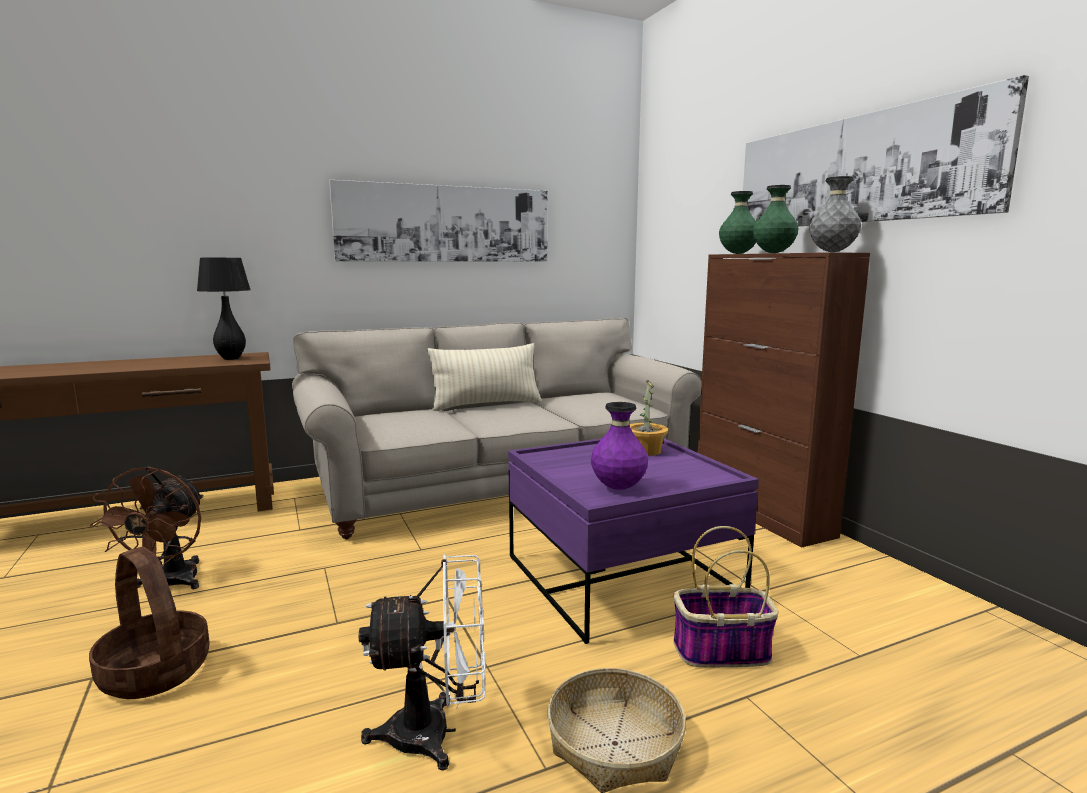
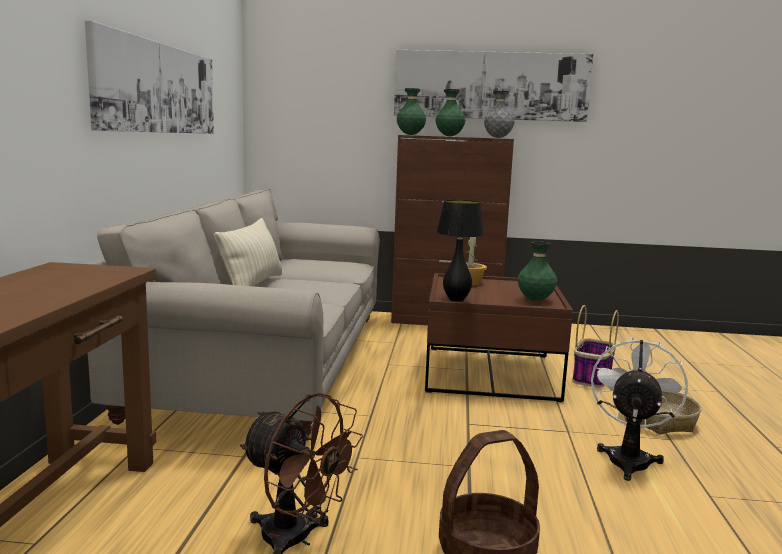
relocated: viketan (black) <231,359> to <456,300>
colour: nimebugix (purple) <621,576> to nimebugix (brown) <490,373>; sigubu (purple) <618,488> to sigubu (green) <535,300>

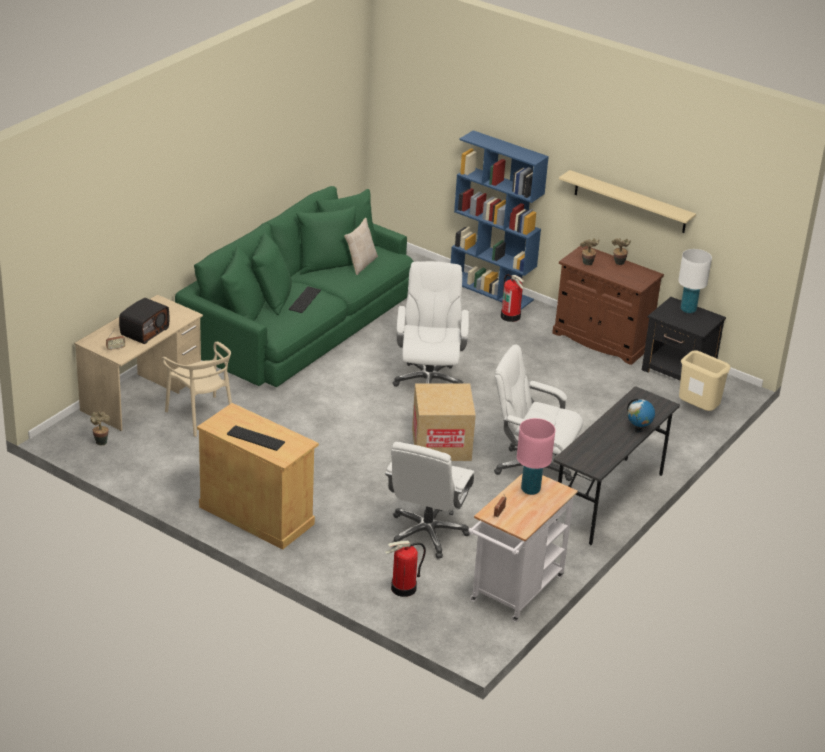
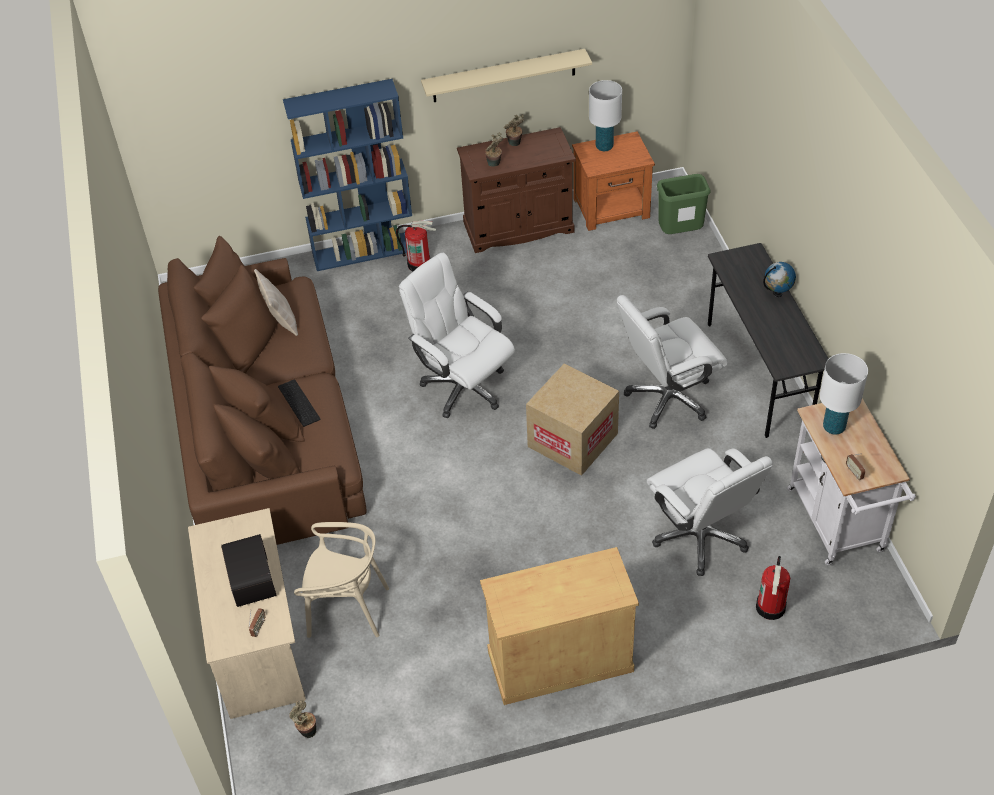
missing: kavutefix <254,438>
colour: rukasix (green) <299,323> to rukasix (brown) <266,427>; viketan (pink) <530,490> to viketan (white) <833,427>; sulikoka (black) <678,371> to sulikoka (orange) <612,208>; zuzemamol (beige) <698,410> to zuzemamol (green) <680,233>

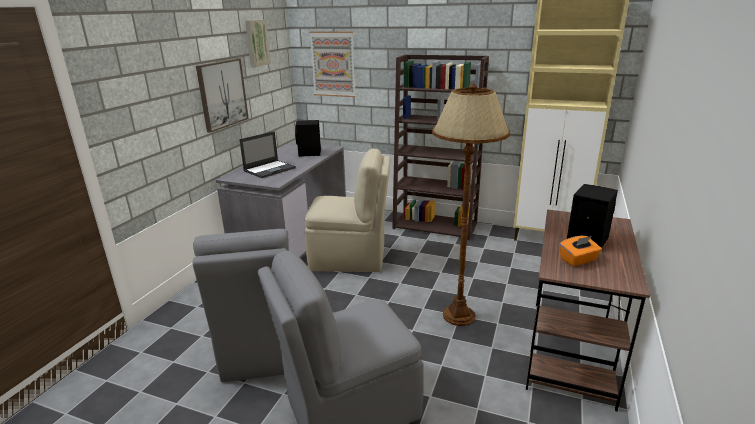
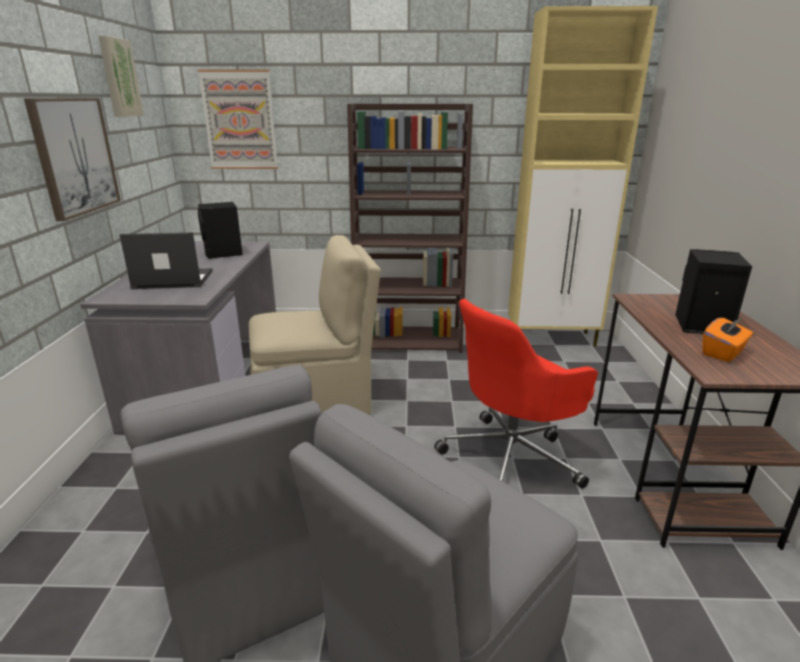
exchanged: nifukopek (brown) <459,315> to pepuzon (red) <512,457>
spun: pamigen <270,169> = <172,280> 120 degrees counterclockwise

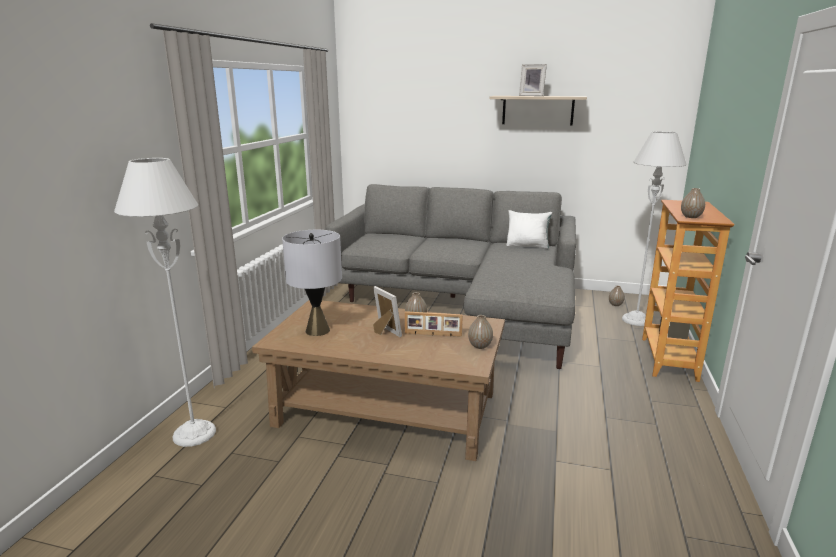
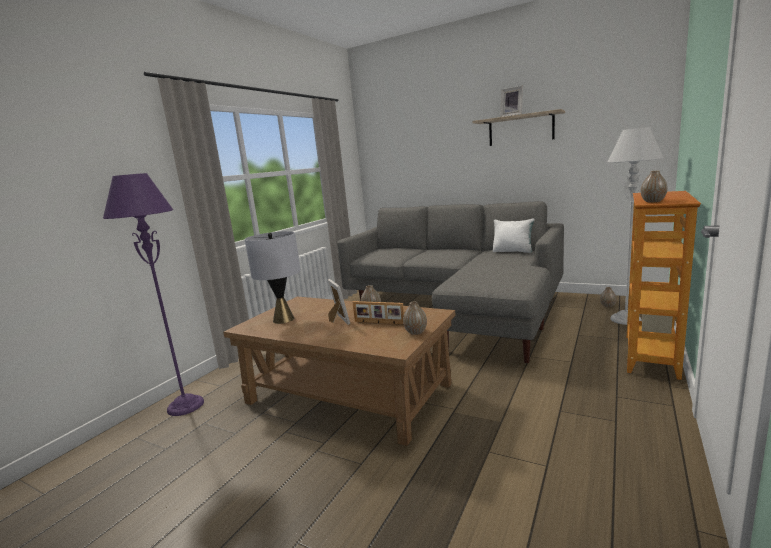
colour: nifukopek (grey) <194,433> to nifukopek (purple) <185,406>

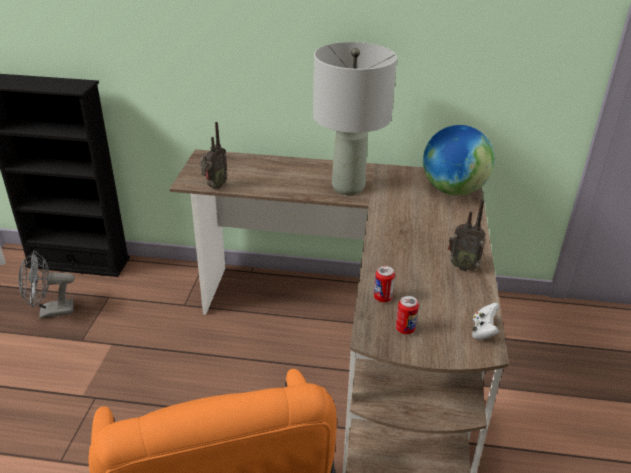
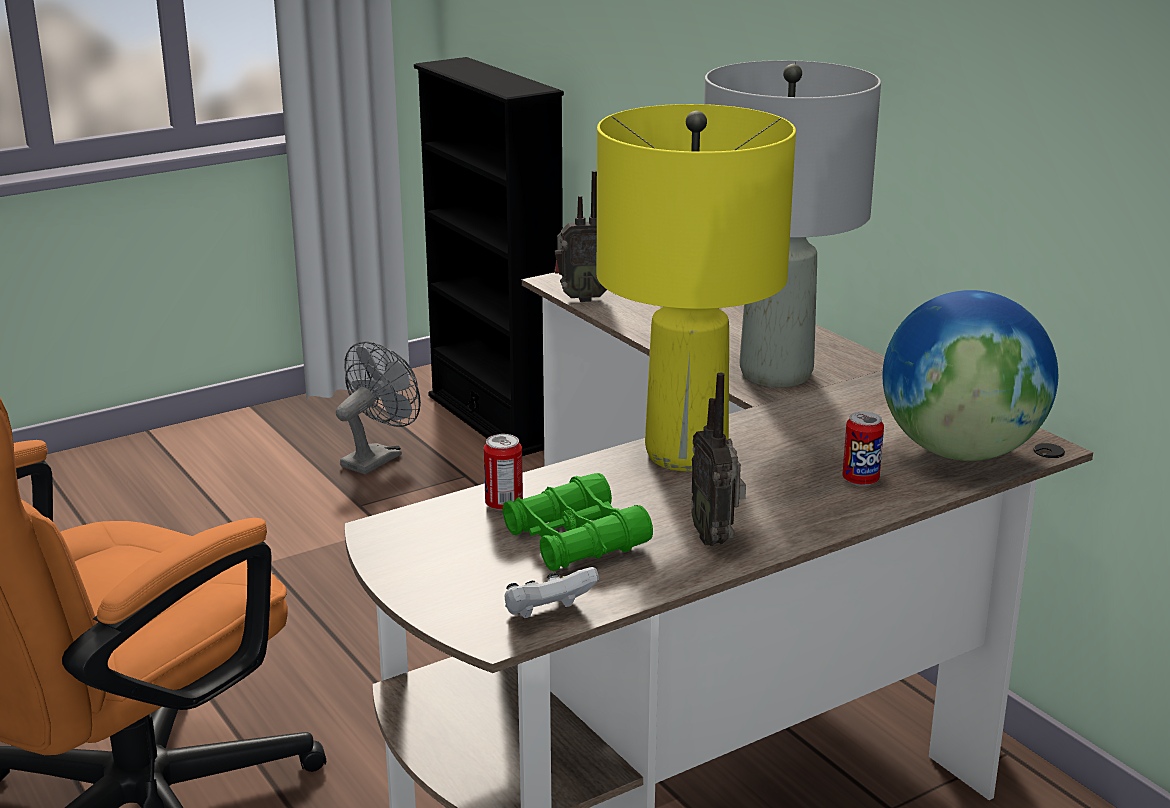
appeared: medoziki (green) <575,539>; viketan (yellow) <685,453>
relocated: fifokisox <405,329> to <860,480>
spun: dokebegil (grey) <50,312> = <377,457> 90 degrees clockwise

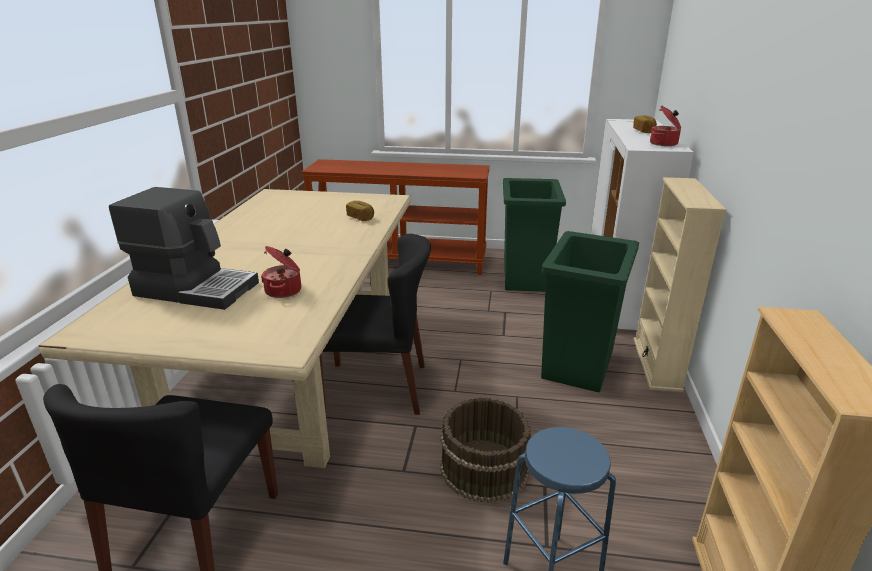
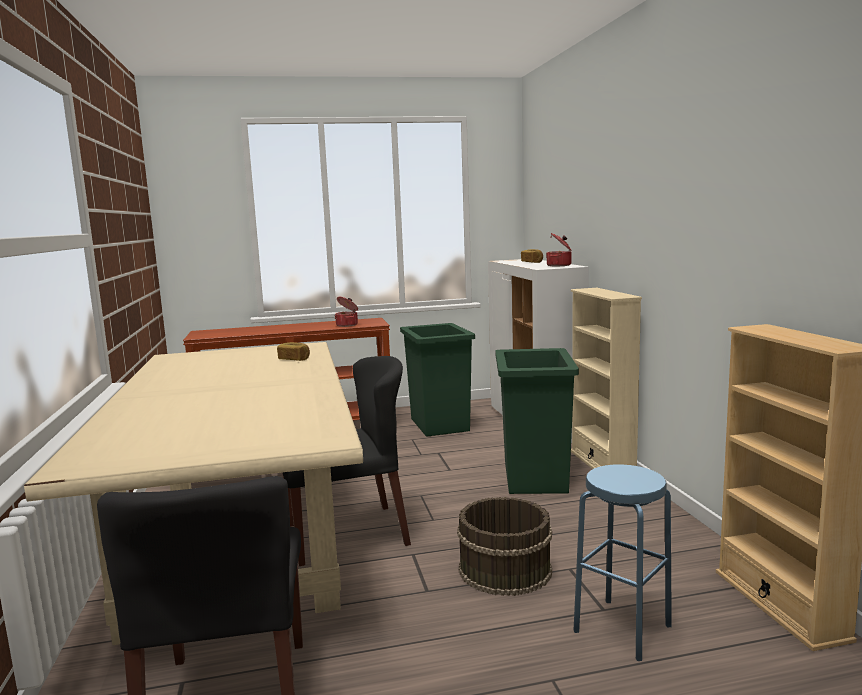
missing: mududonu <196,288>
relocated: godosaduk <284,291> to <347,325>

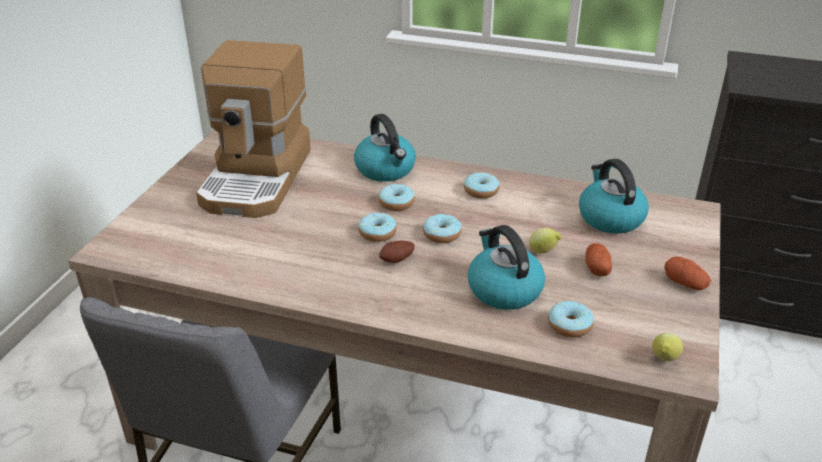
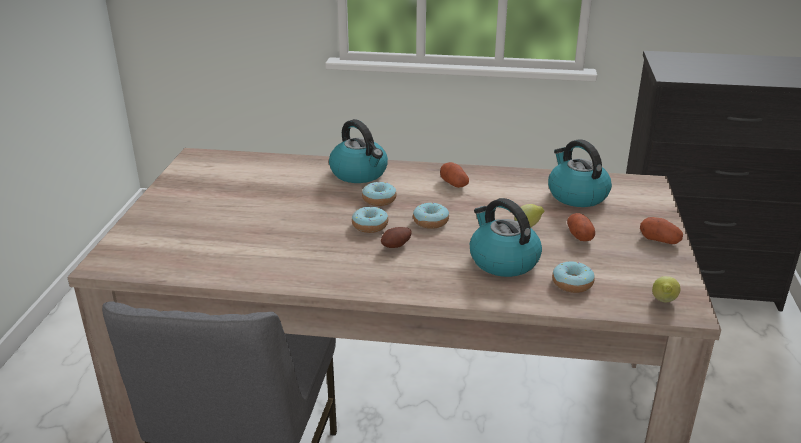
missing: mududonu <258,178>
exchanged: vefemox <481,191> to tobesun <454,184>

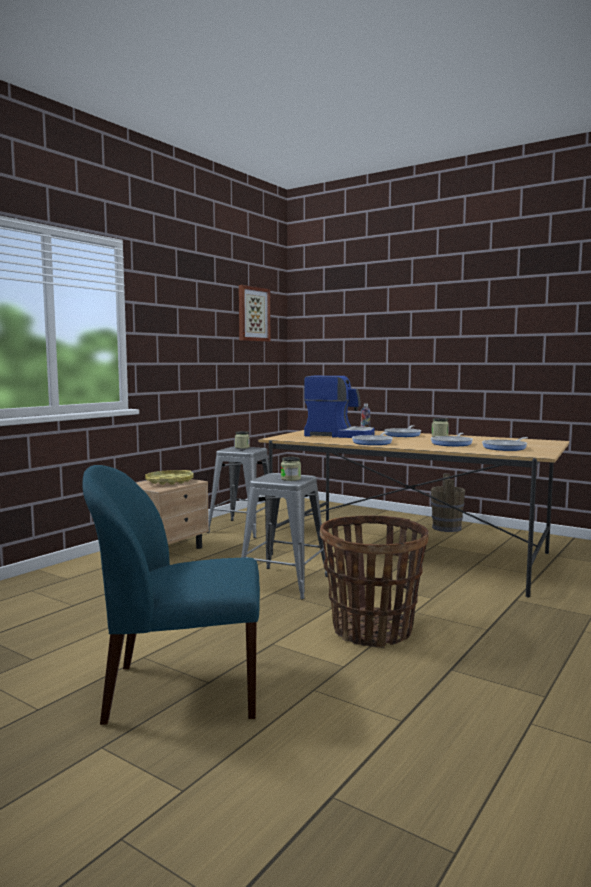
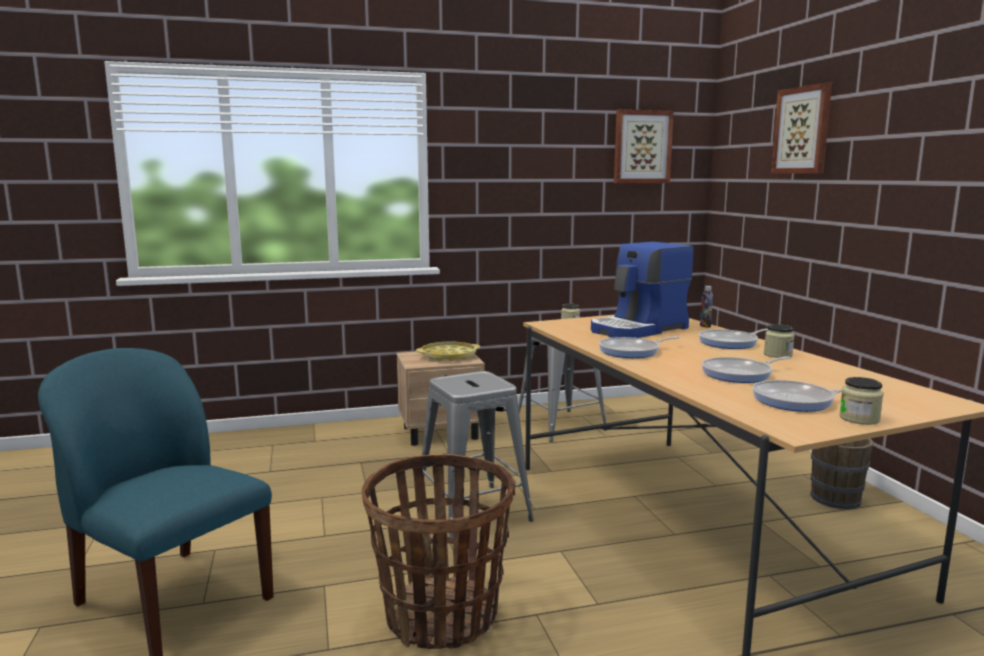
appeared: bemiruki <802,130>
relocated: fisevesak <290,479> to <859,418>
spun: mududonu <339,435> = <639,329> 90 degrees clockwise

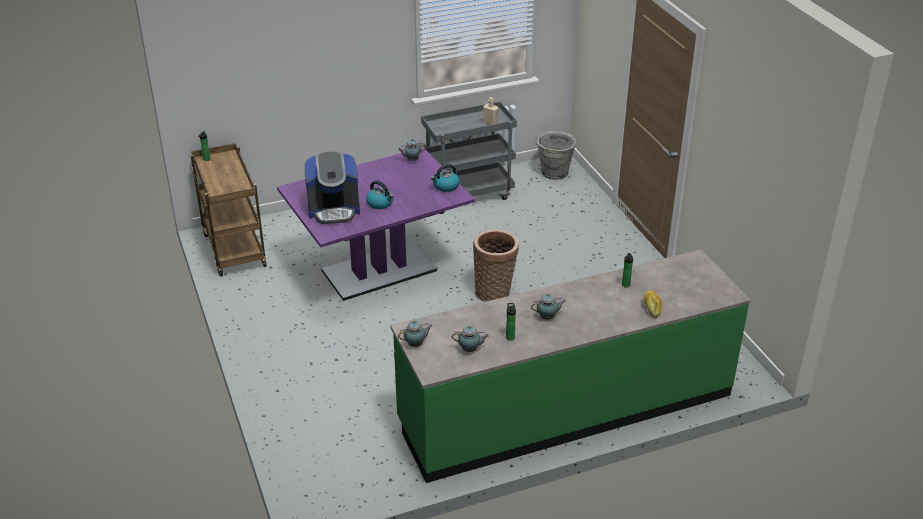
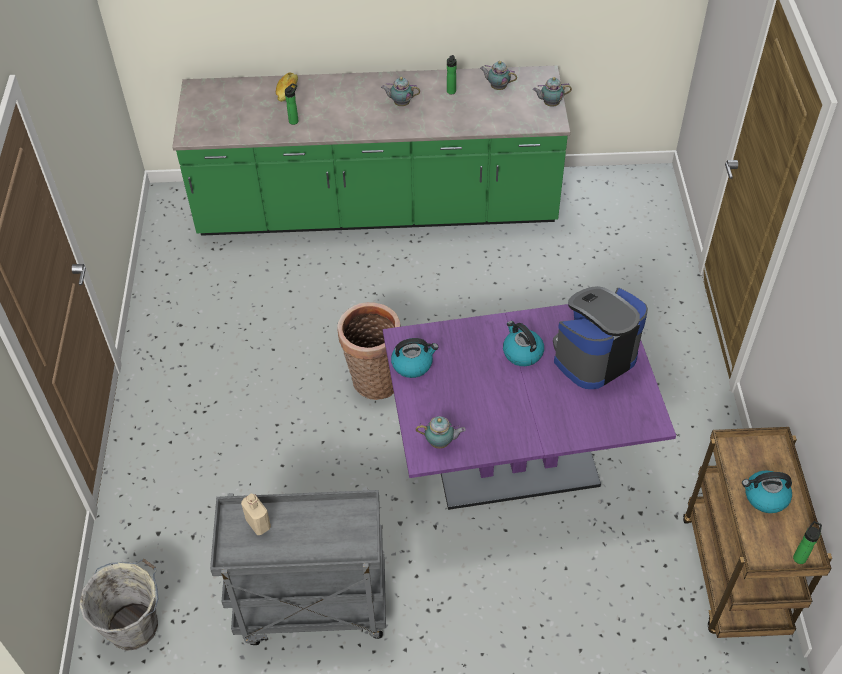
appeared: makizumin <765,497>
spun: mududonu <334,210> = <593,356> 45 degrees counterclockwise

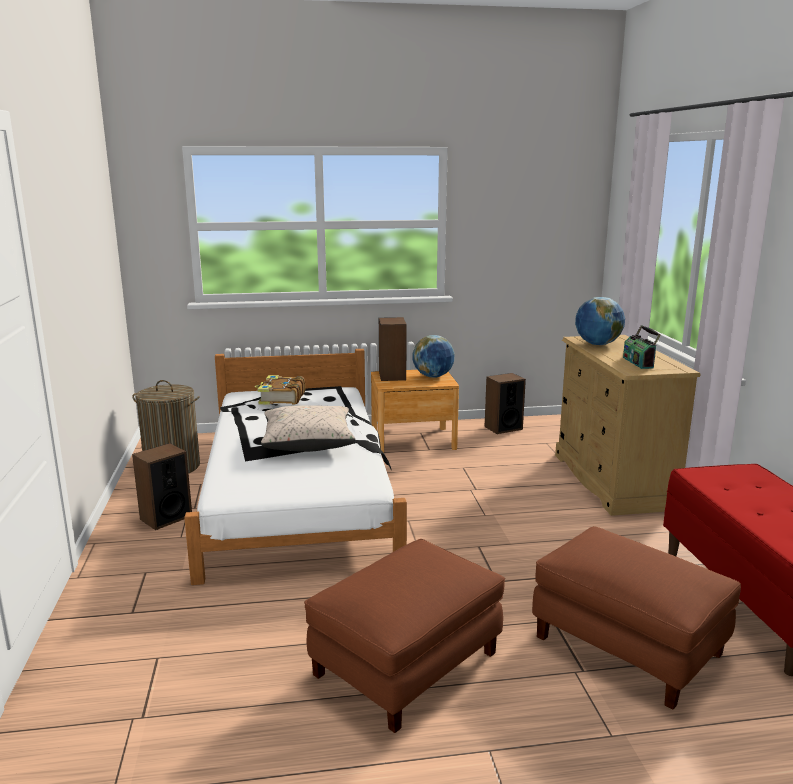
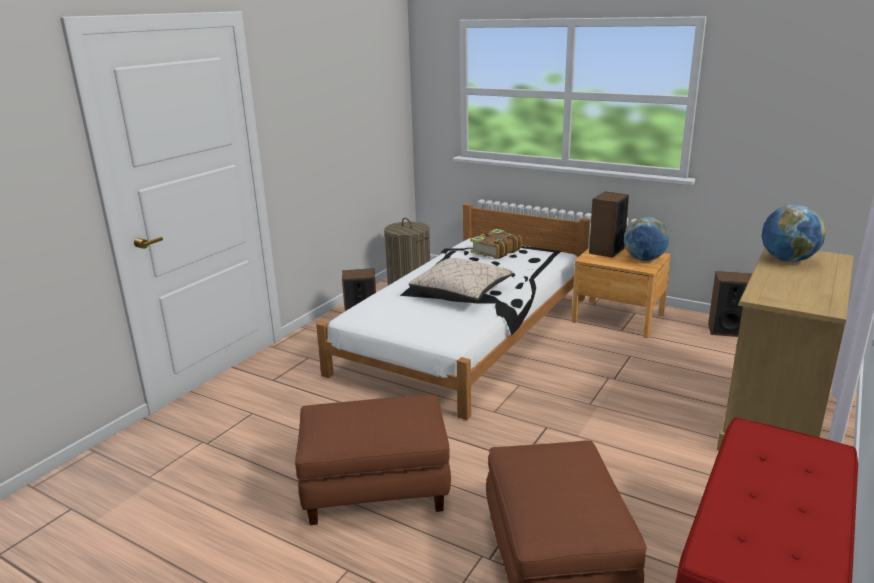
missing: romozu <639,362>

